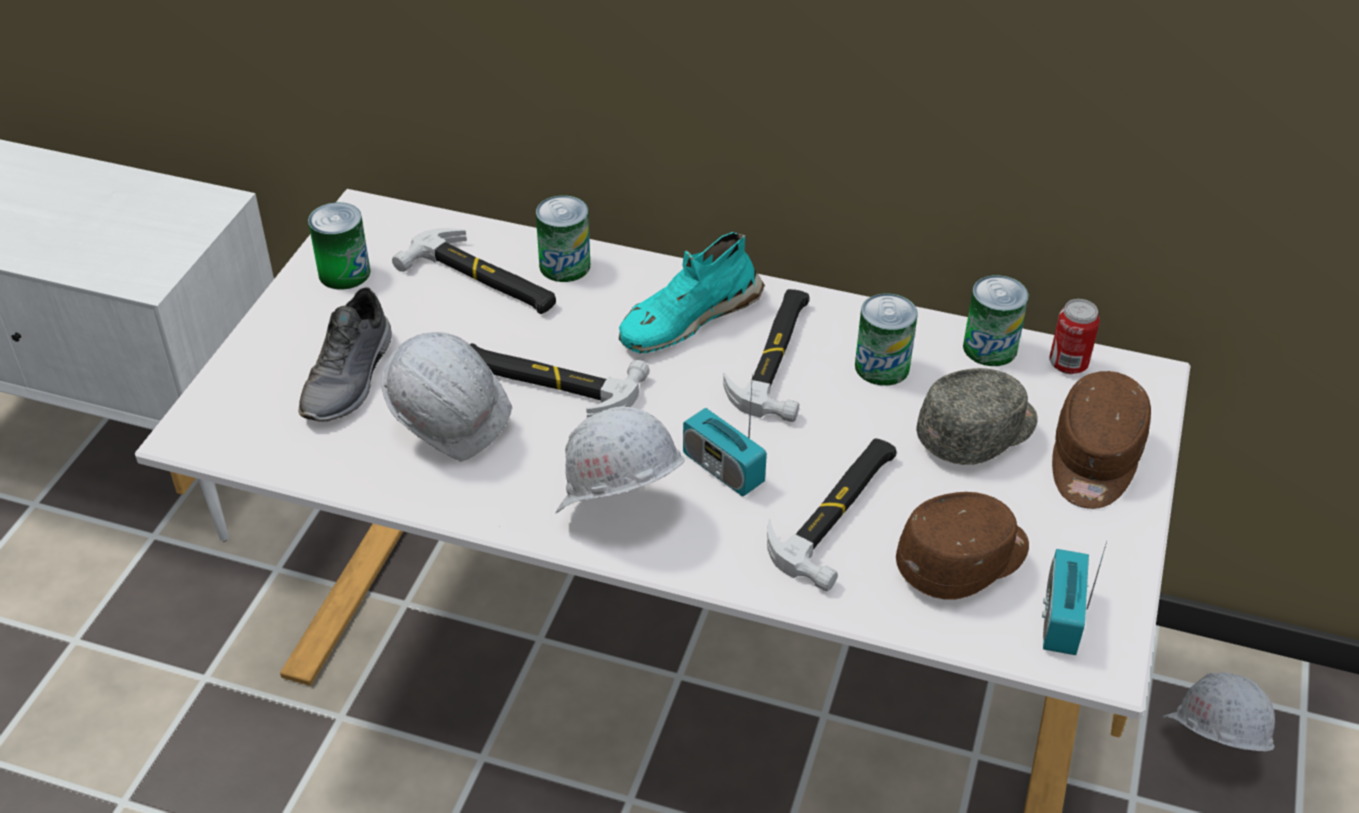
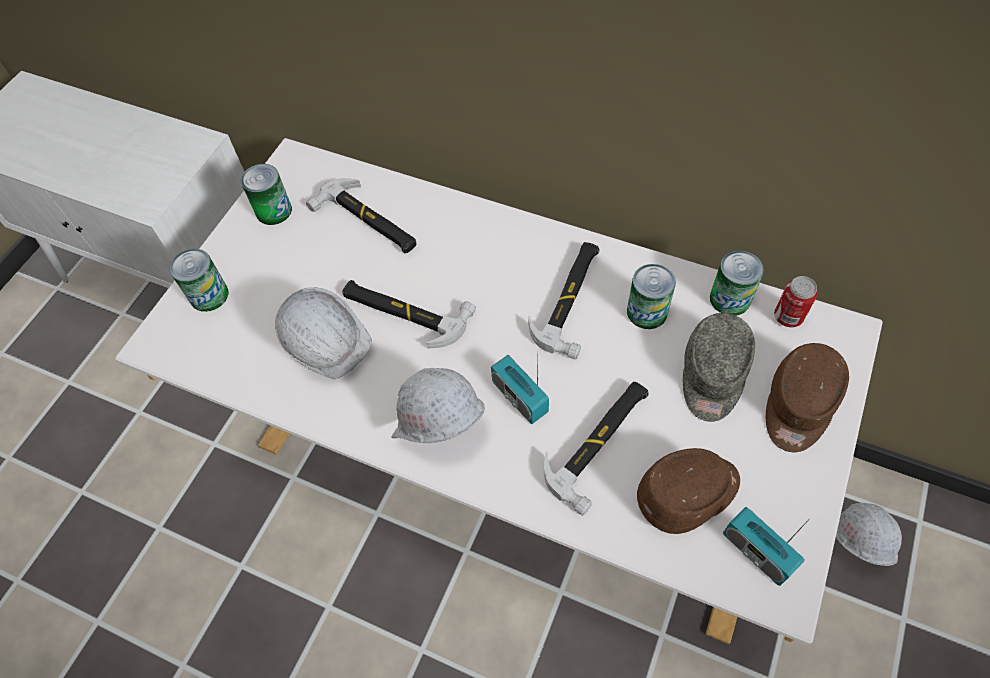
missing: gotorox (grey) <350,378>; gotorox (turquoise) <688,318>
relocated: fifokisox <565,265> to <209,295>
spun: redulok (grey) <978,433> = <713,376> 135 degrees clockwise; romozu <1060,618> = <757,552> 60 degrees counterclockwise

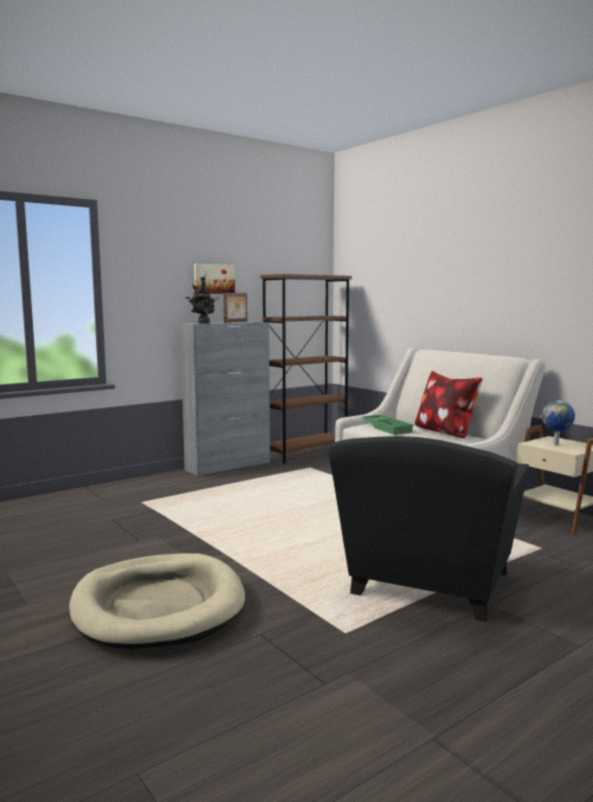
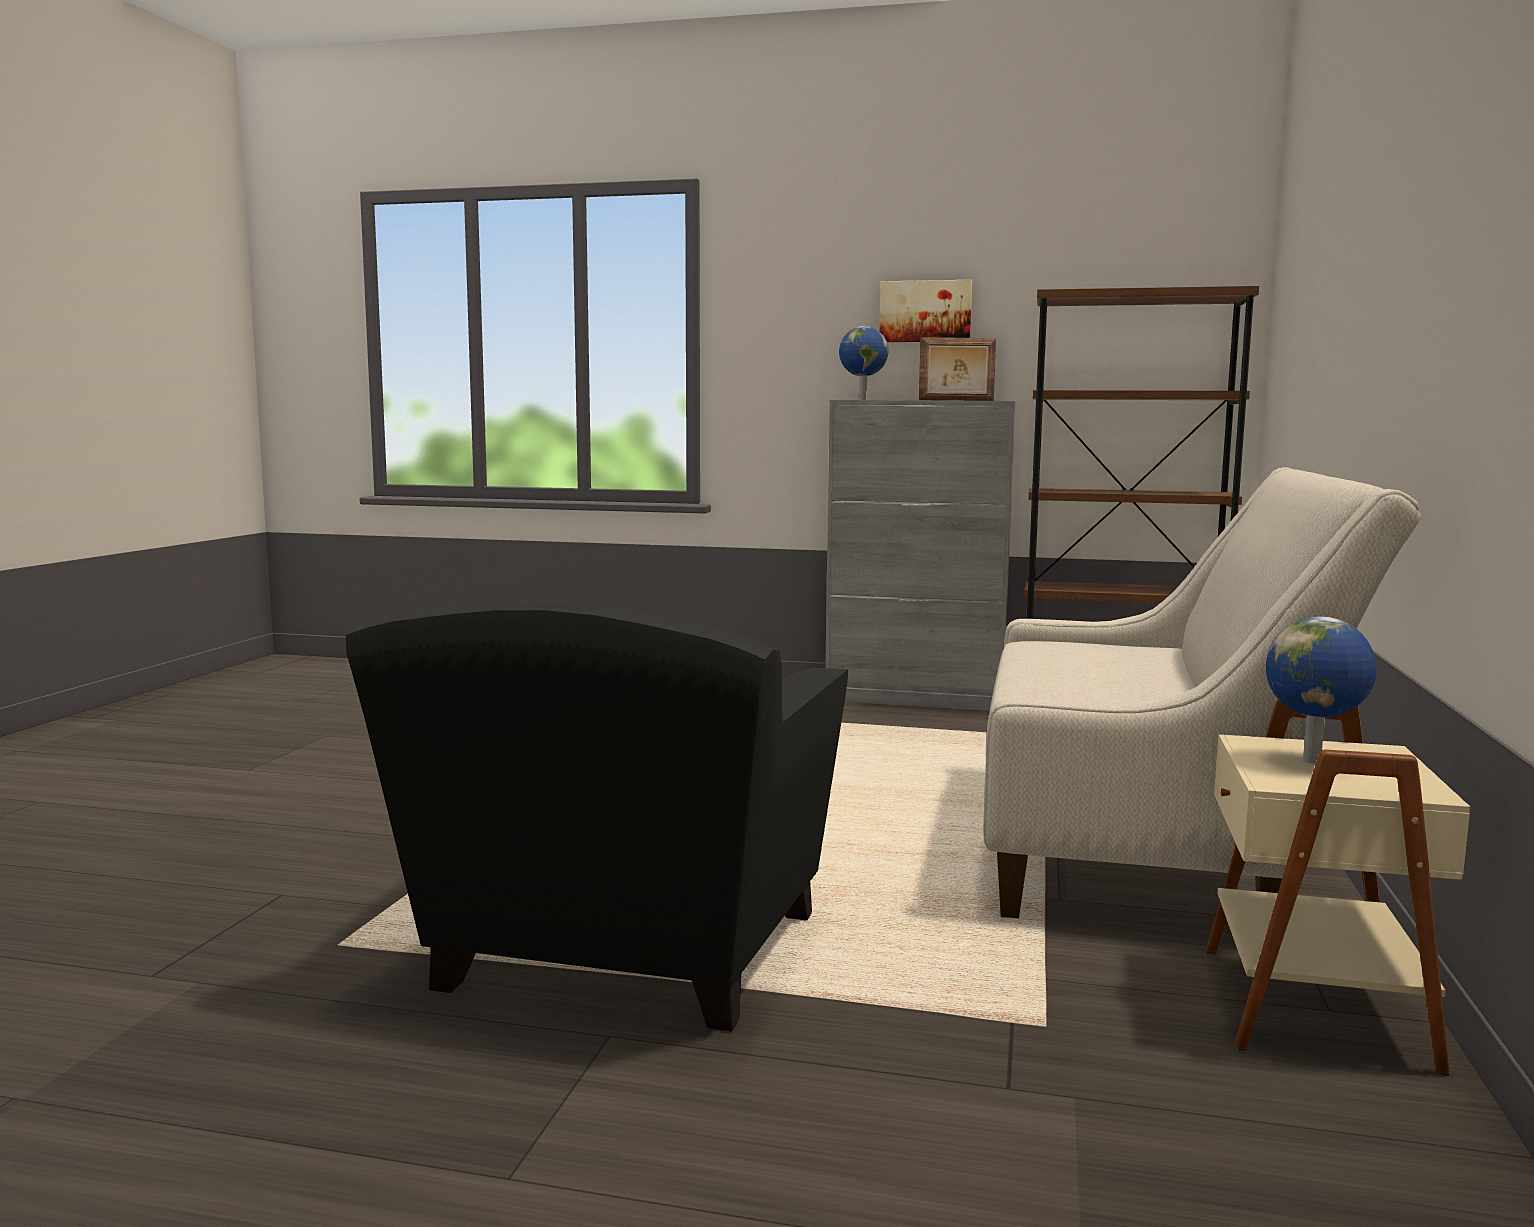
missing: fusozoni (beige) <158,606>; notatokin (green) <388,428>; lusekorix <445,433>
exchanged: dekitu <203,323> to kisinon <861,399>
spun: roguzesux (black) <426,586> = <619,958> 60 degrees counterclockwise

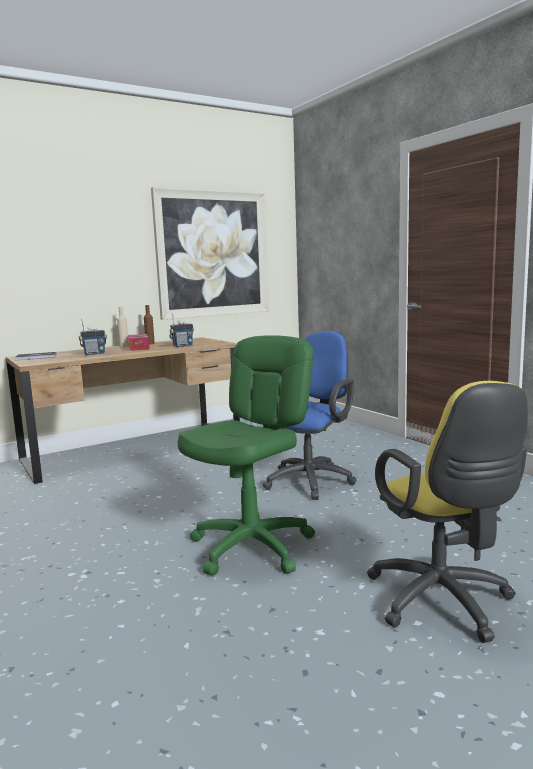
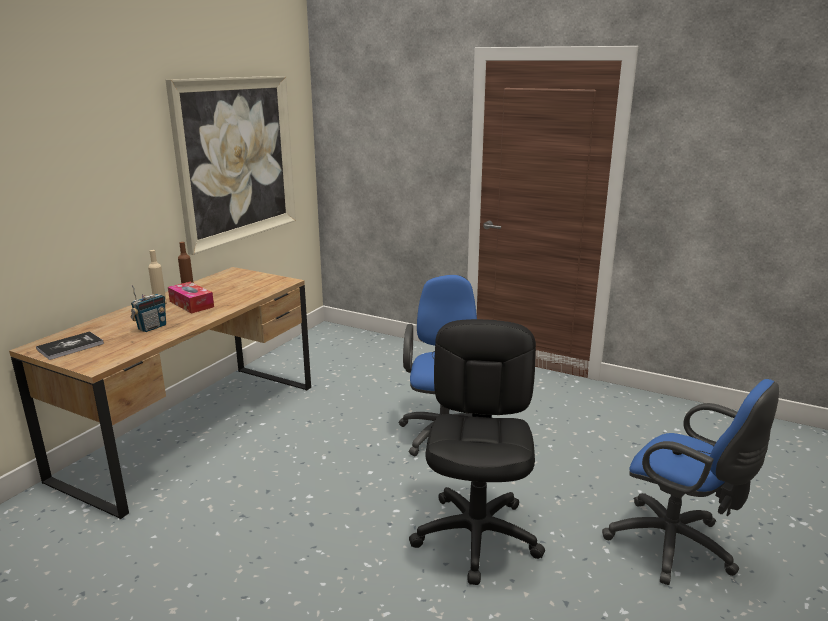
missing: romozu <182,346>
colour: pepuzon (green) <252,547> to pepuzon (black) <477,536>; pepuzon (yellow) <443,603> to pepuzon (blue) <676,546>

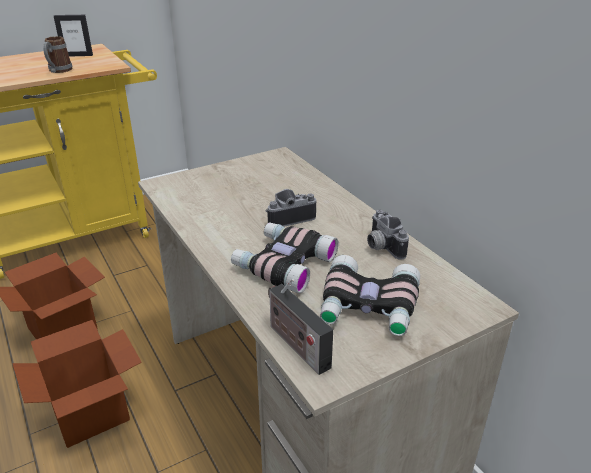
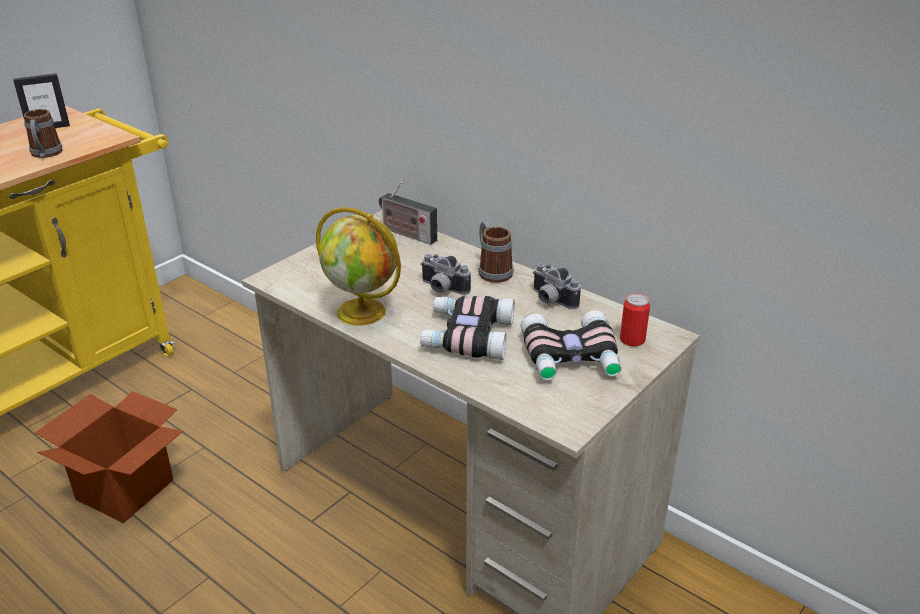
missing: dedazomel <90,413>
appeared: kisinon <363,312>; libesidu <492,271>; fifokisox <632,340>
relocated: romozu <295,344> to <406,234>
spun: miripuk <289,218> = <441,289> 105 degrees counterclockwise

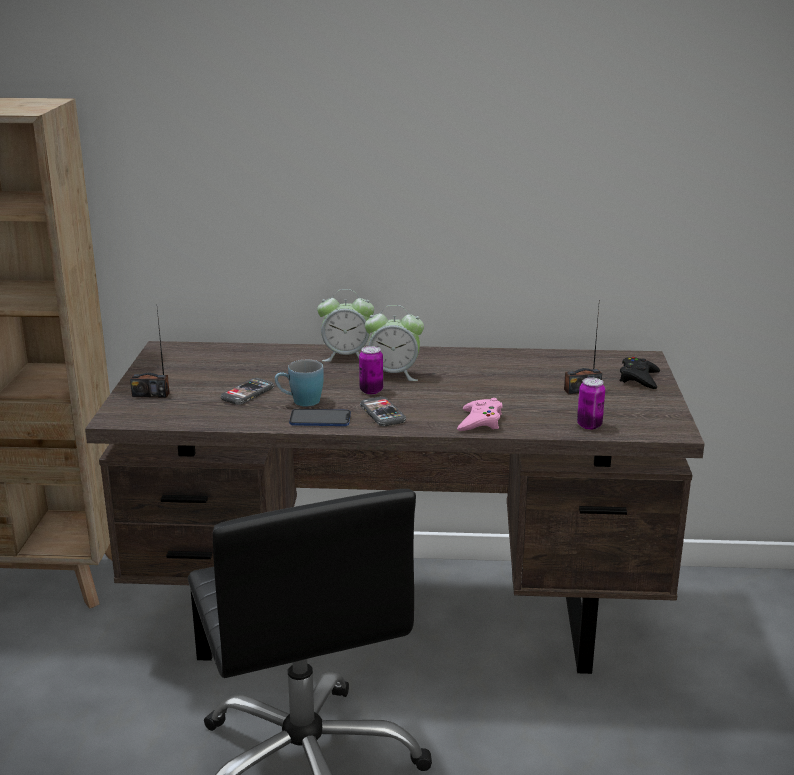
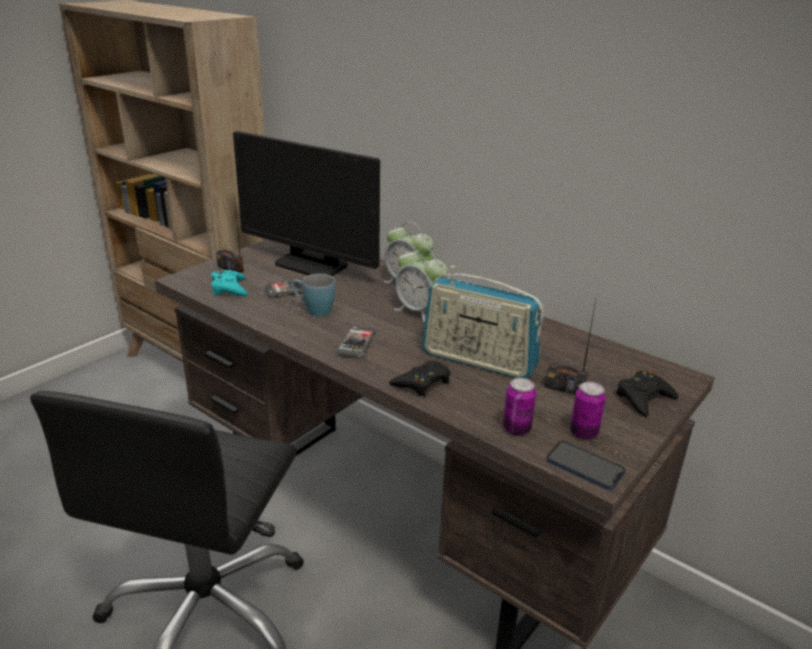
appeared: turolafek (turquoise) <229,288>; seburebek <311,264>; romozu <478,361>
relocated: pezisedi <320,419> to <584,467>; fifokisox <371,390> to <583,433>
colour: turolafek (pink) <480,421> to turolafek (black) <422,383>

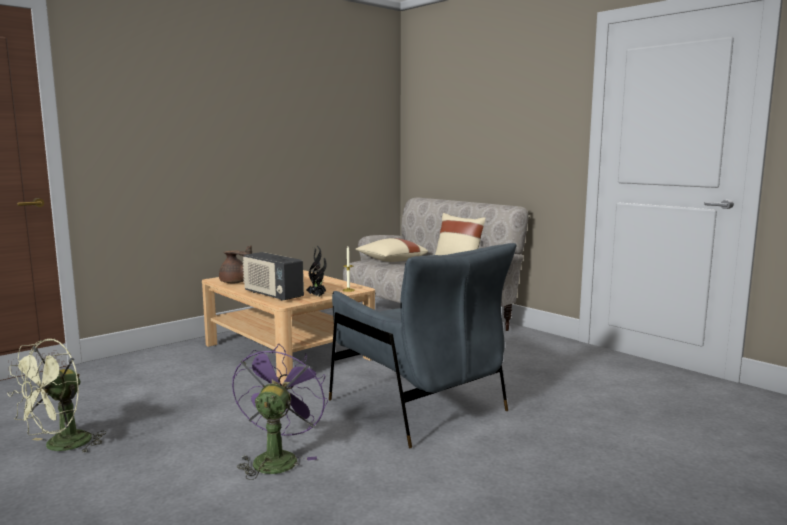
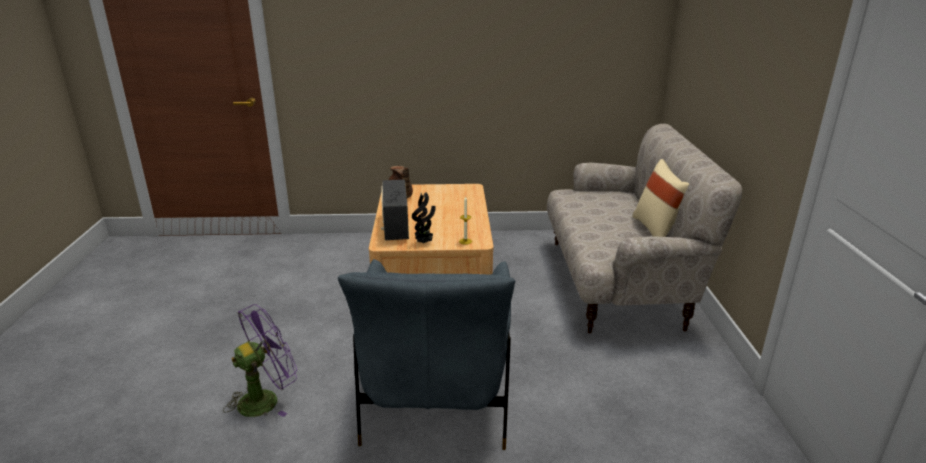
missing: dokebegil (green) <60,447>; lusekorix (beige) <391,261>

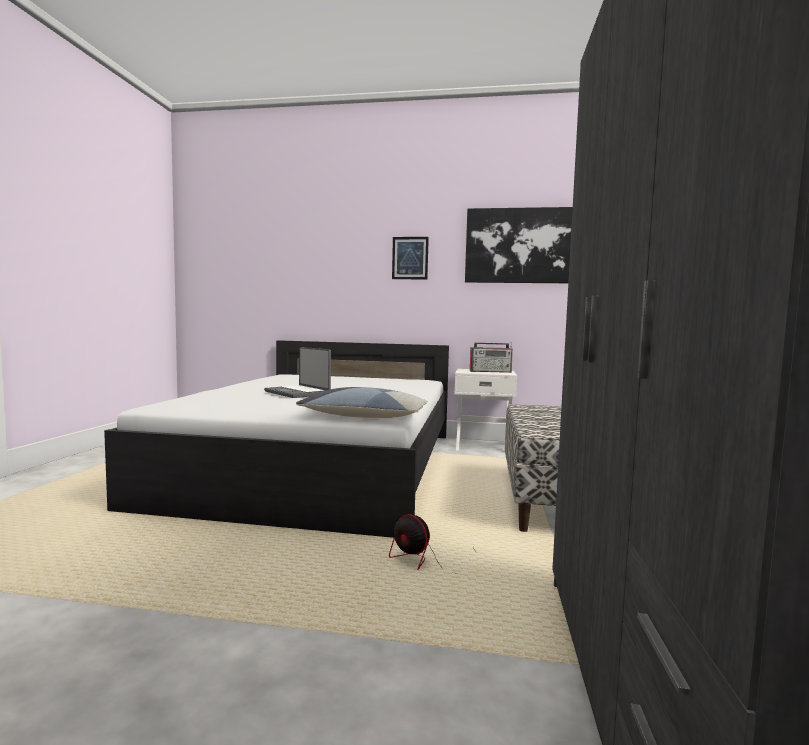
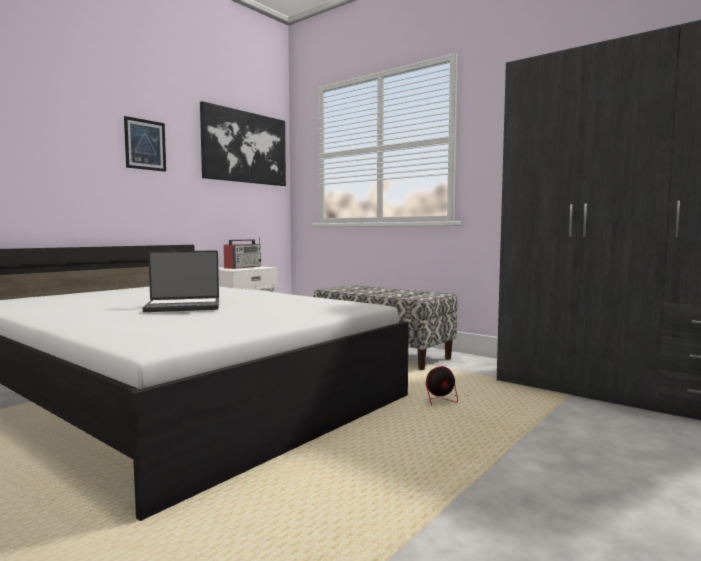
missing: lusekorix <364,416>

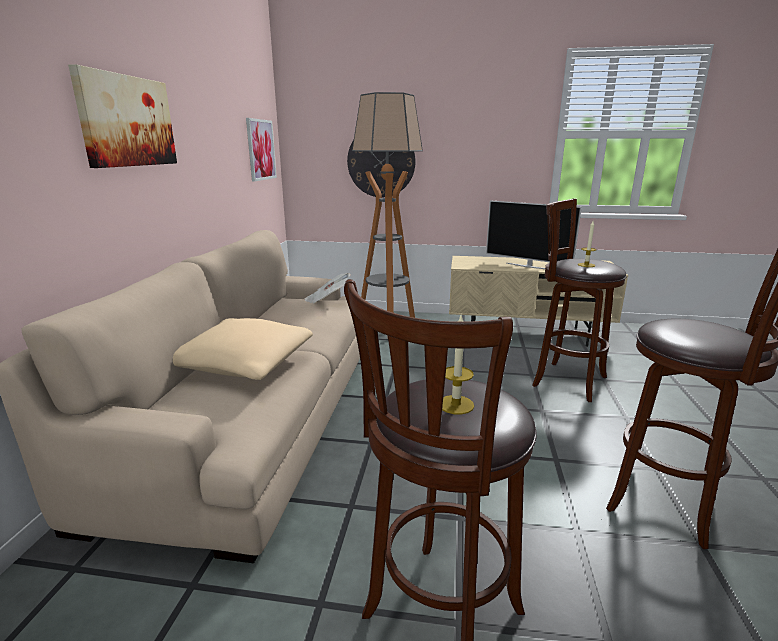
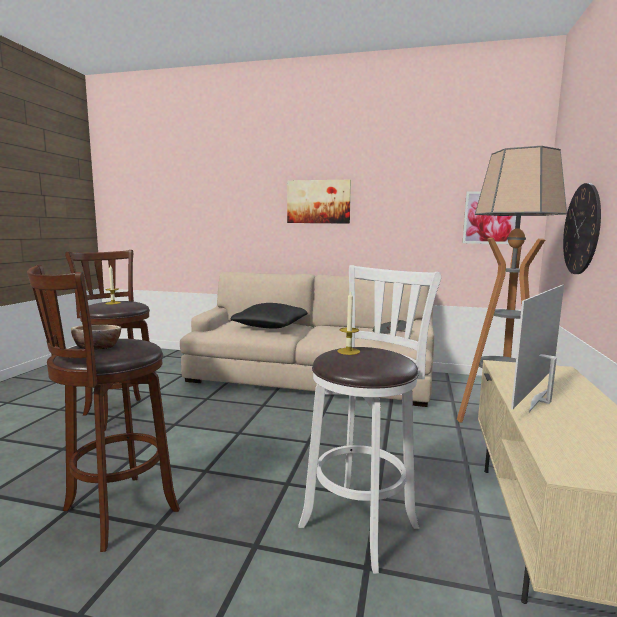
appeared: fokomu <97,347>
colour: lusekorix (beige) <244,365> to lusekorix (black) <270,326>; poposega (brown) <565,380> to poposega (white) <362,523>

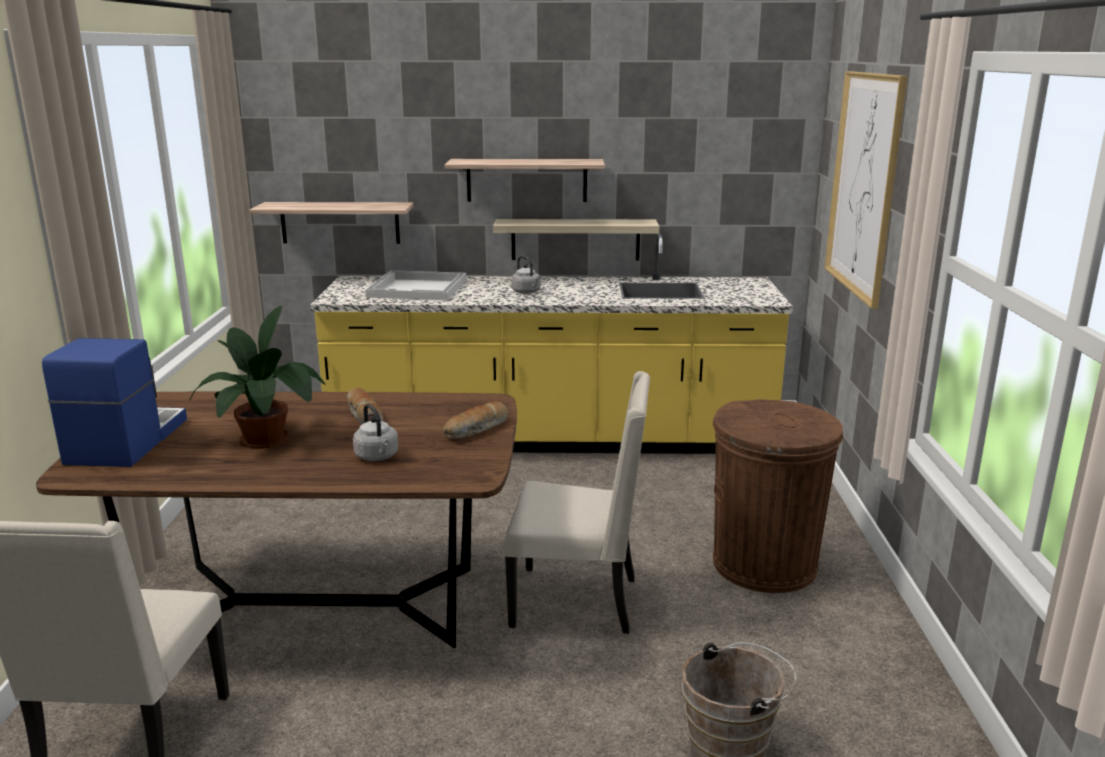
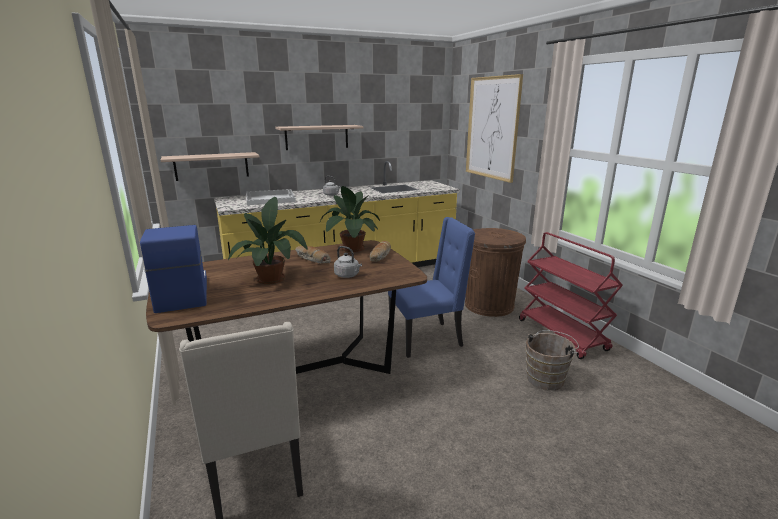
missing: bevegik <575,239>
appeared: dekitu <351,248>; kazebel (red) <562,335>
colour: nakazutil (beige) <578,601> to nakazutil (blue) <427,338>

